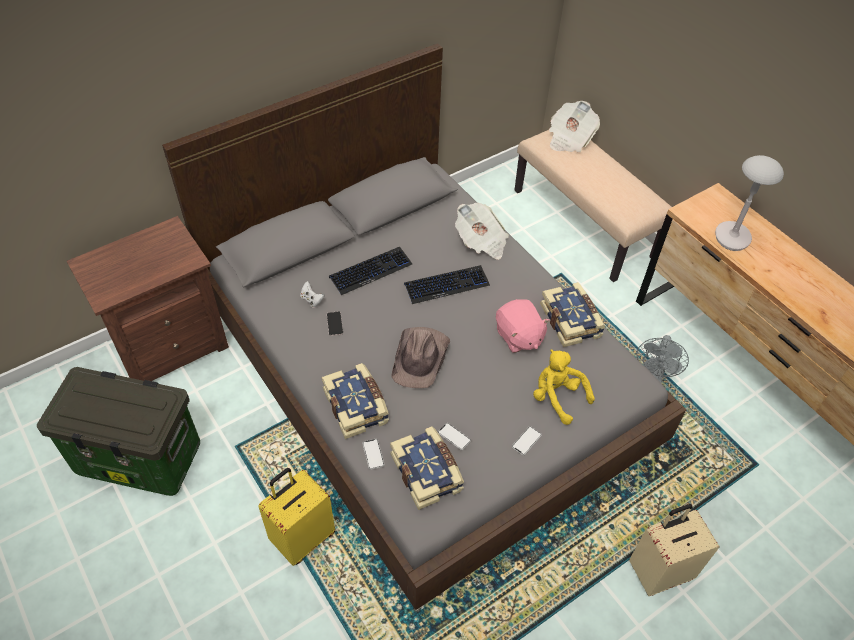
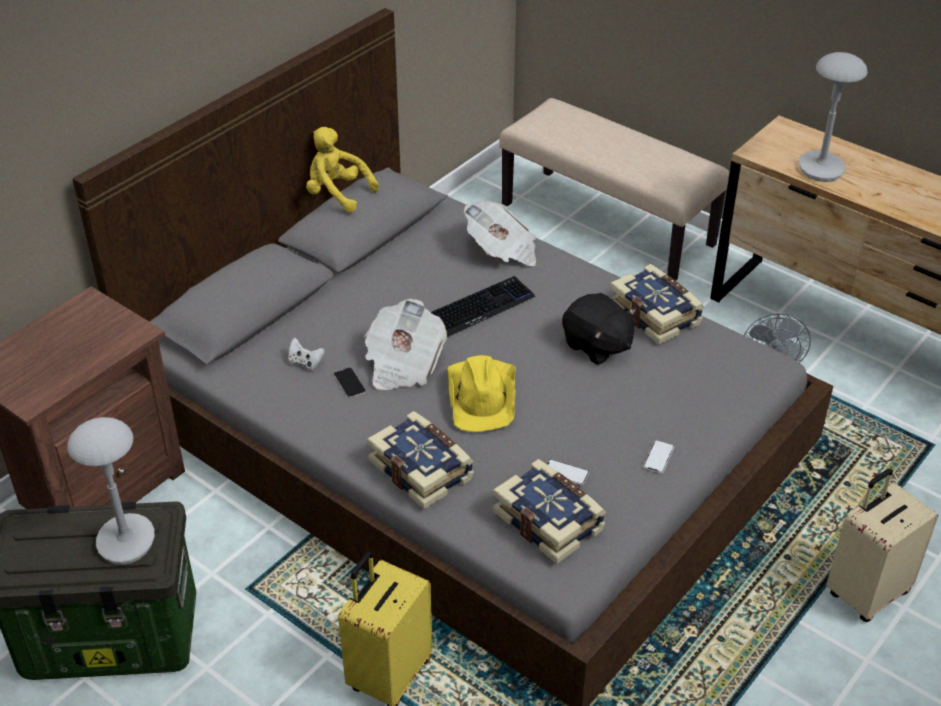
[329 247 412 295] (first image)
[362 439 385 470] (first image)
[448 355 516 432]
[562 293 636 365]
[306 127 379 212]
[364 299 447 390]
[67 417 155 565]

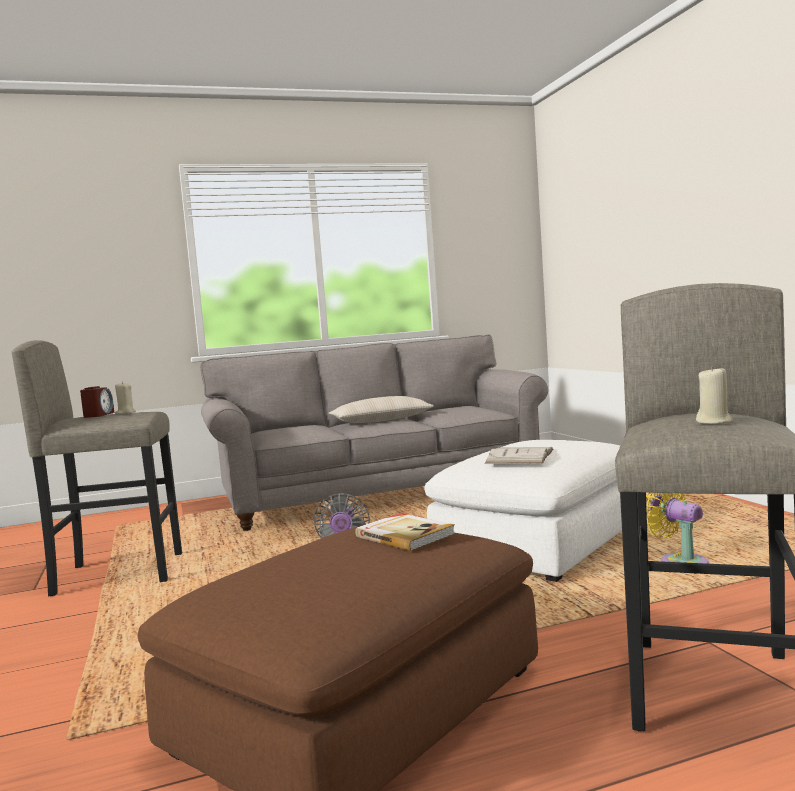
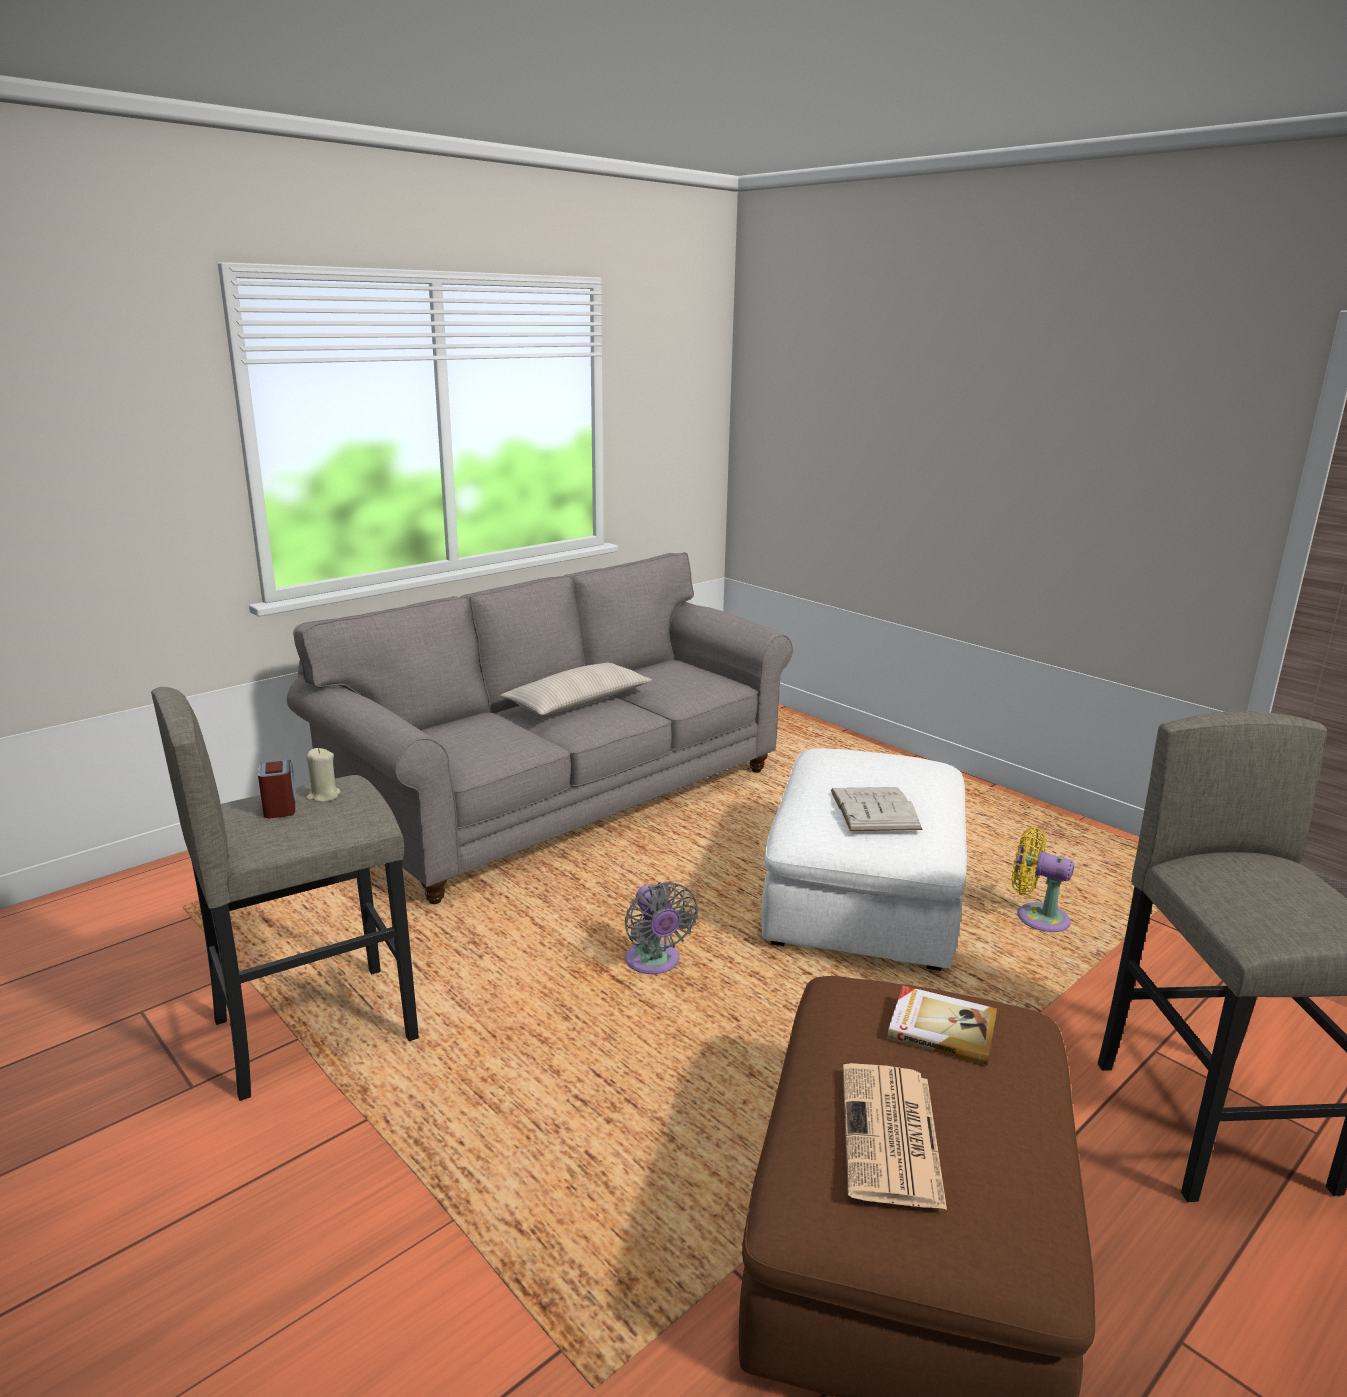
[696 366 733 424] (first image)
[843 1063 947 1210]

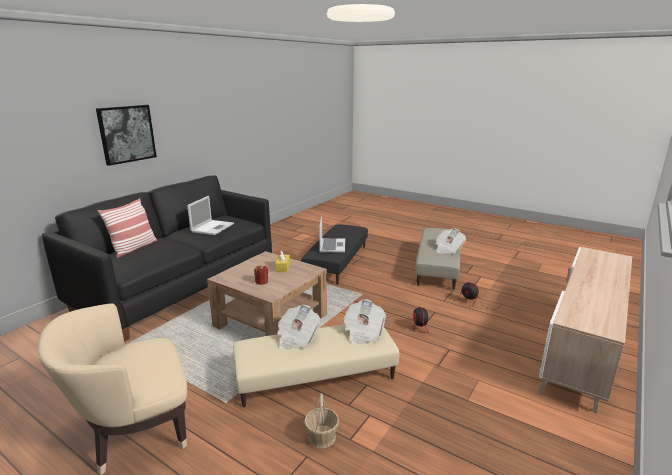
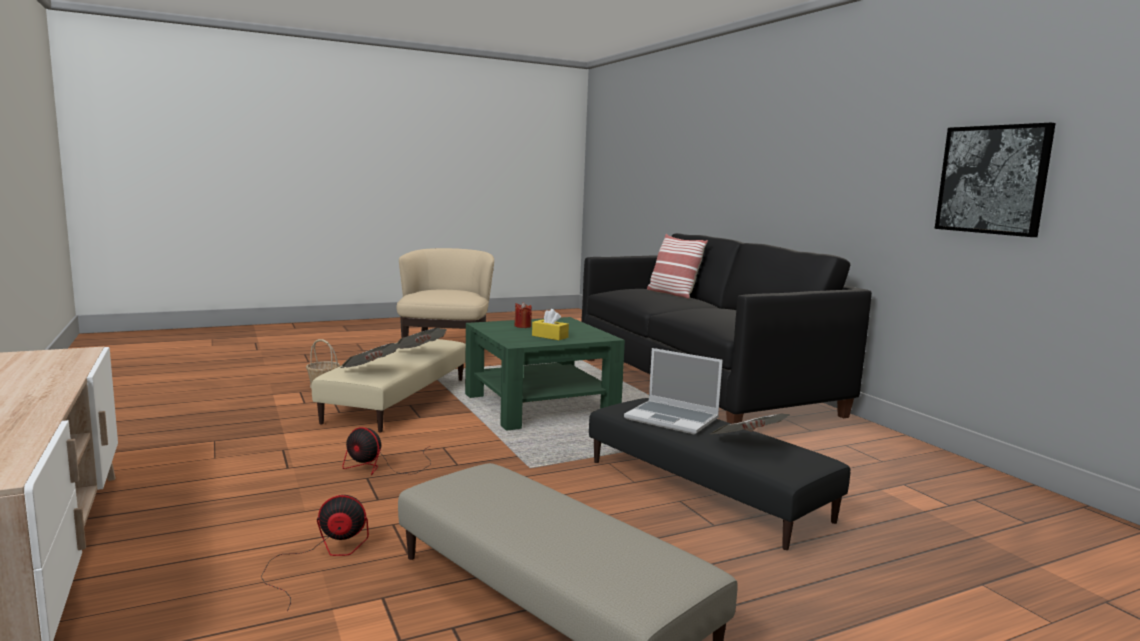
[935 123 1056 237]
[187 196 234 235] (first image)
[465 317 625 431]
[710 413 790 434]

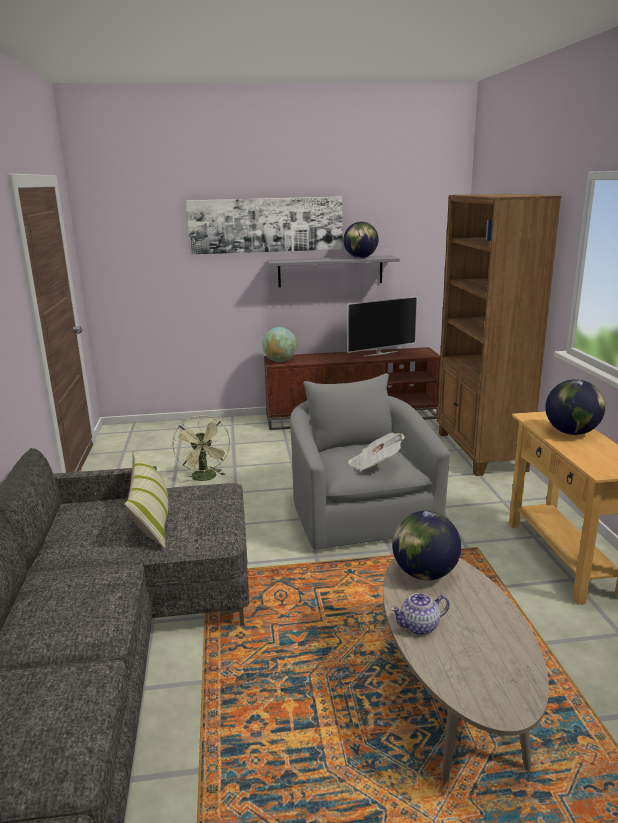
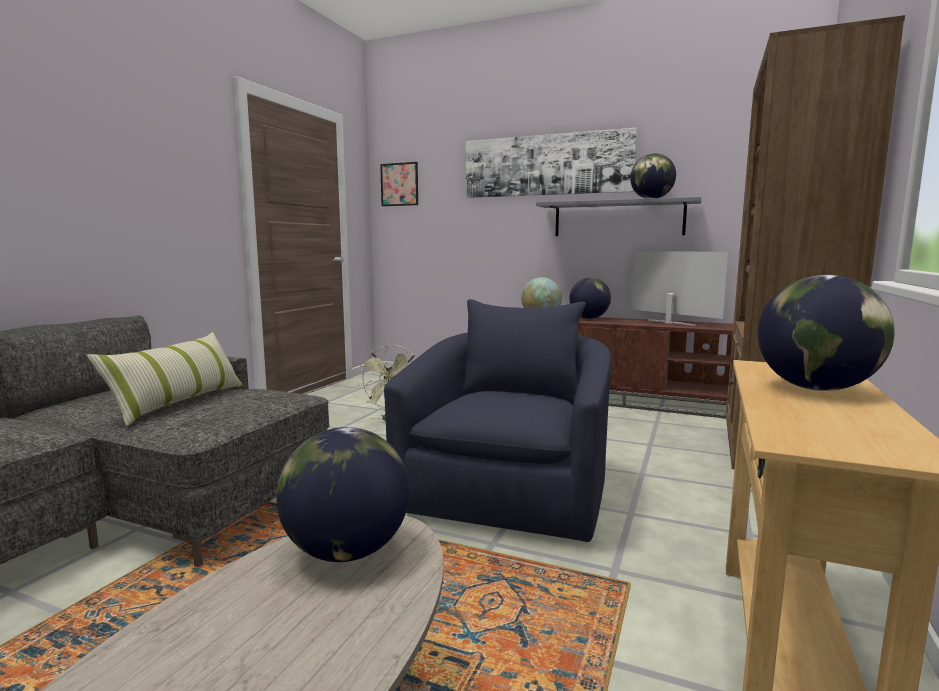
[384 299 612 542]
[630 251 729 326]
[348 433 405 471] (first image)
[391 593 449 635] (first image)
[380 162 418 206]
[569 278 611 319]

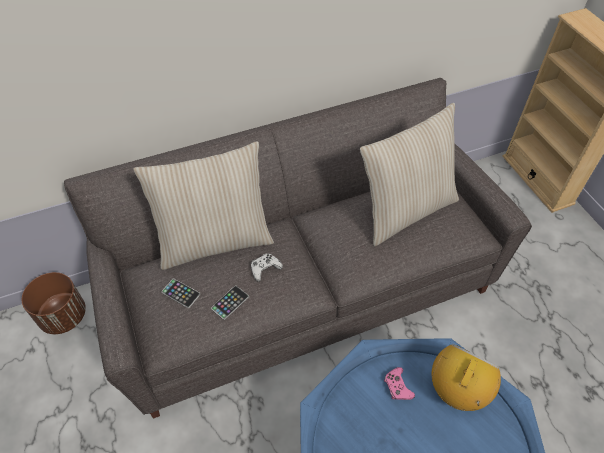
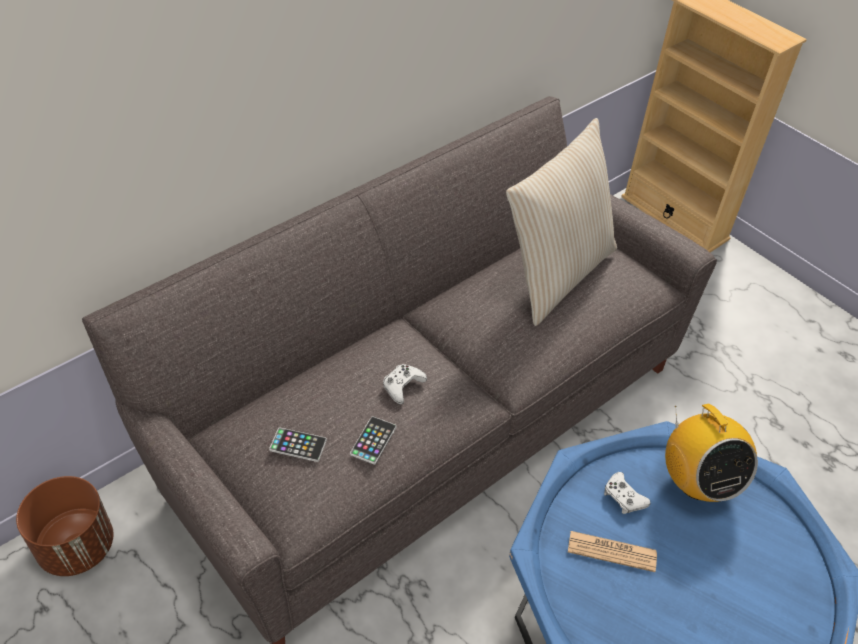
[133 141 274 270] (first image)
[604 472 651 514]
[665 404 758 502]
[568 531 657 572]

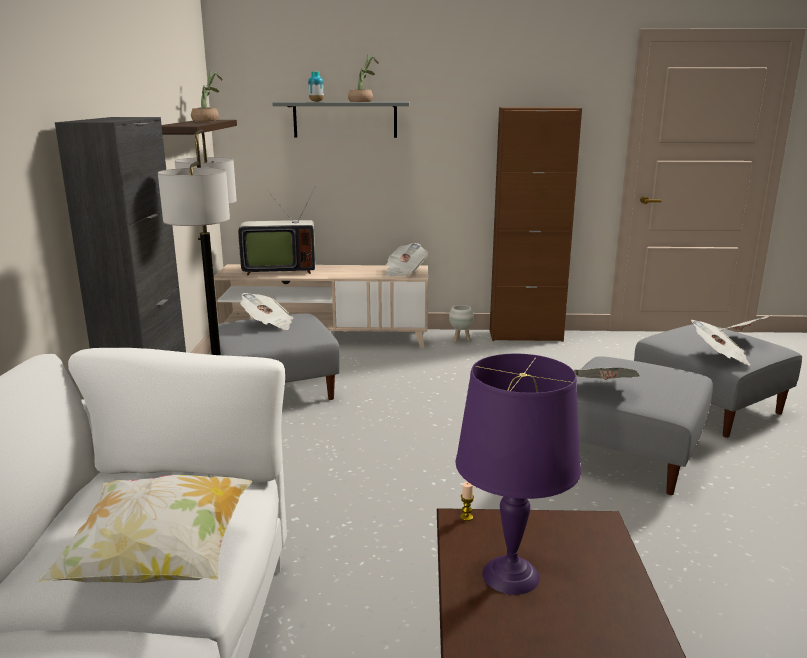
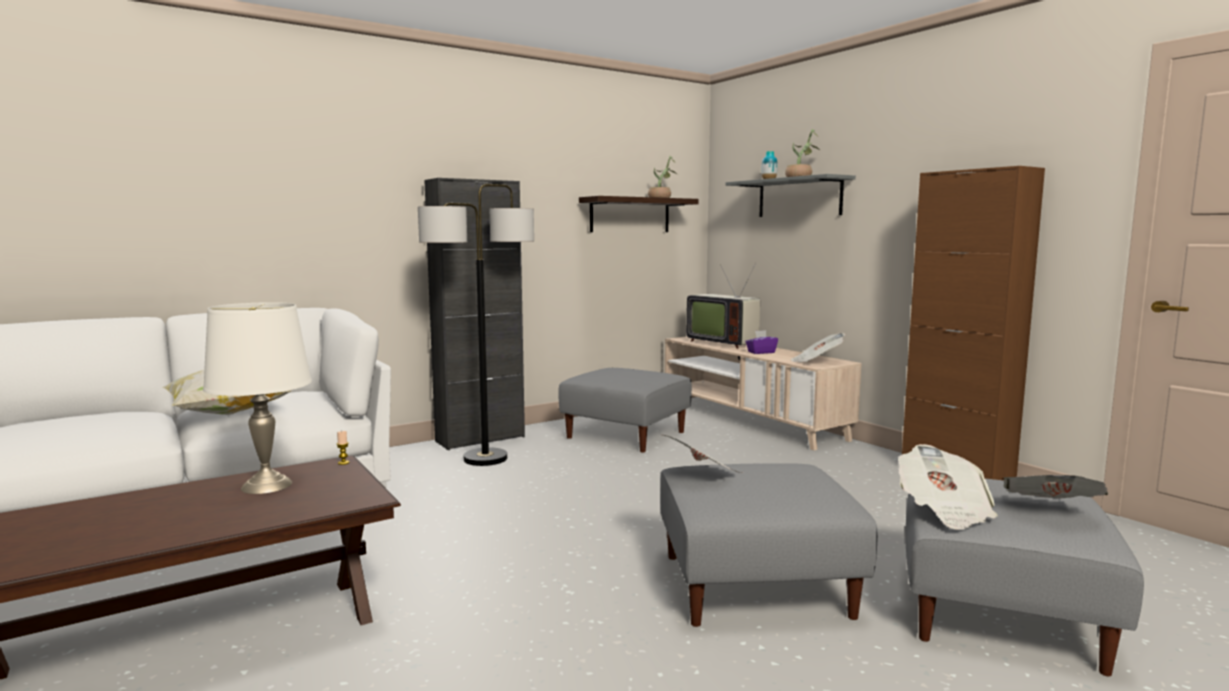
[240 293 293 330] (first image)
[449 305 474 342] (first image)
[203 302 312 494]
[745 330 778 354]

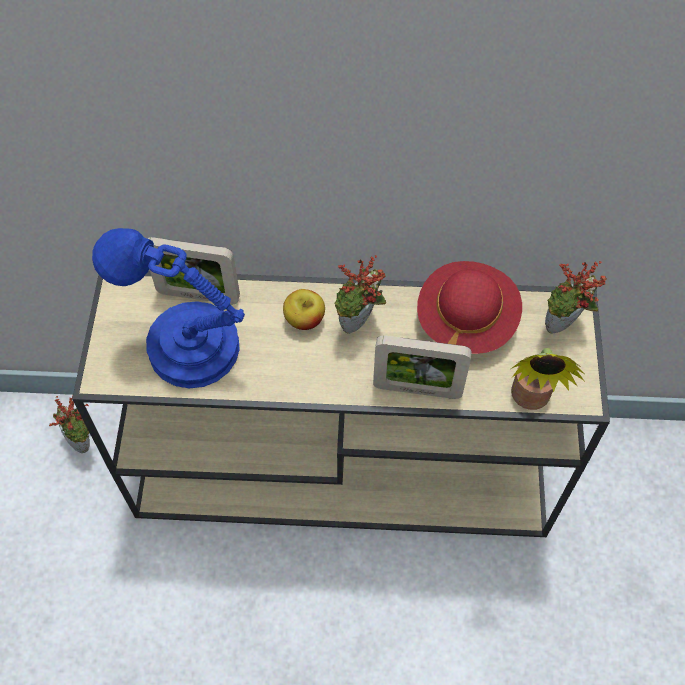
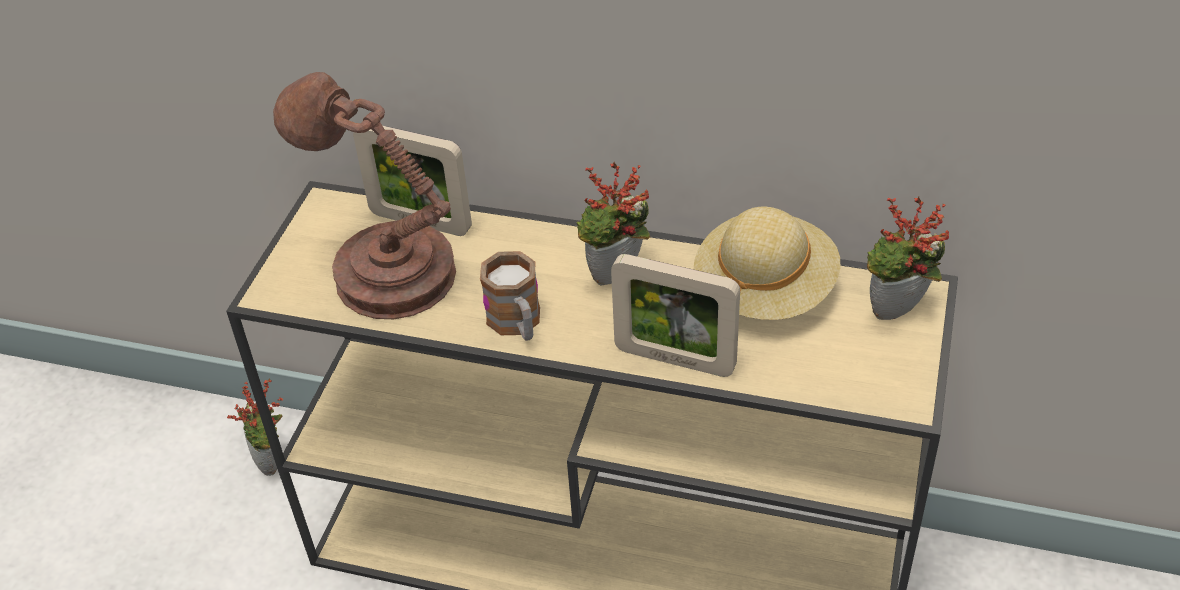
[273 72 456 319]
[283 289 325 330] (first image)
[694 207 840 320]
[511 348 584 410] (first image)
[480 251 540 341]

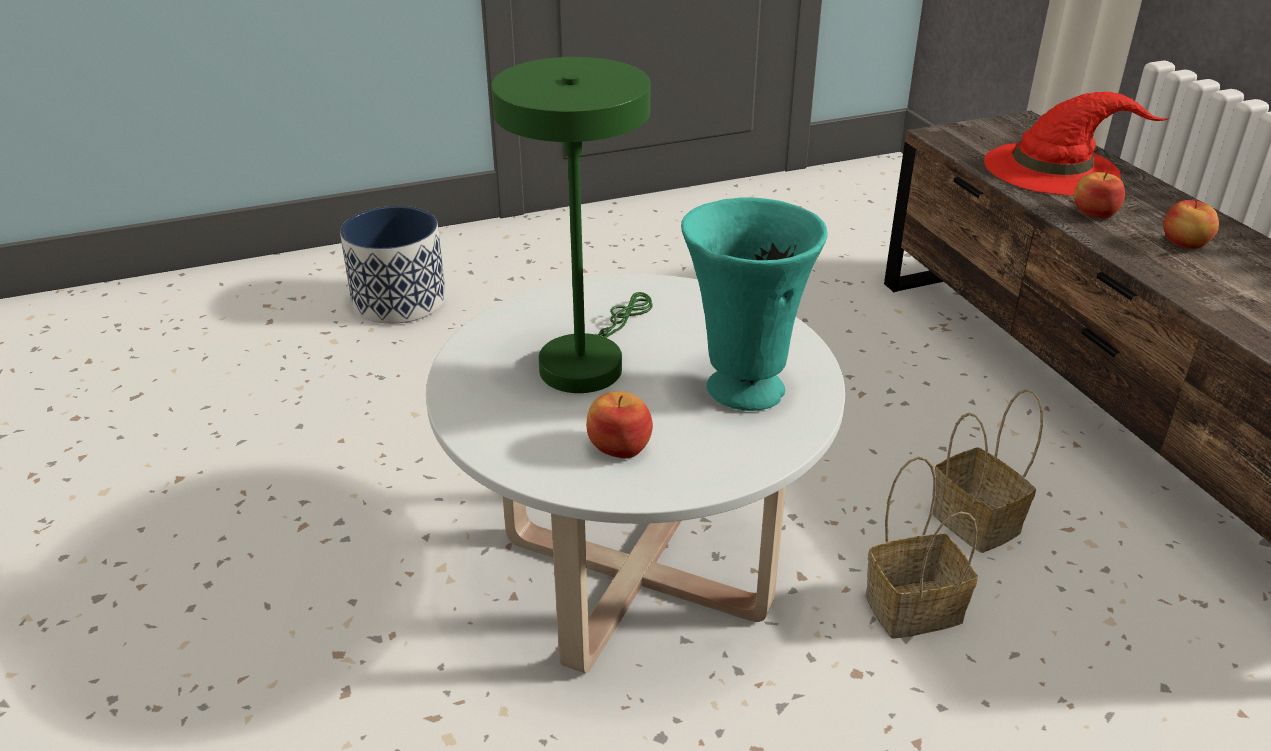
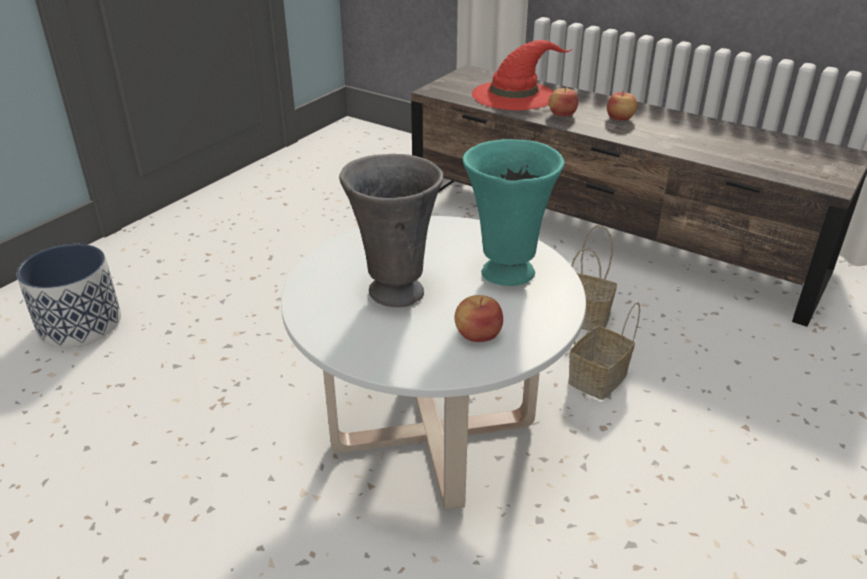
[339 154 443 307]

